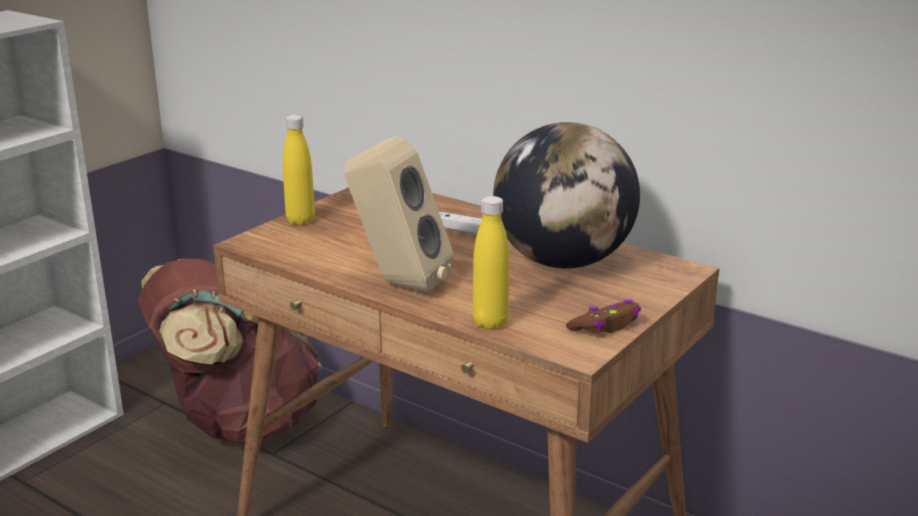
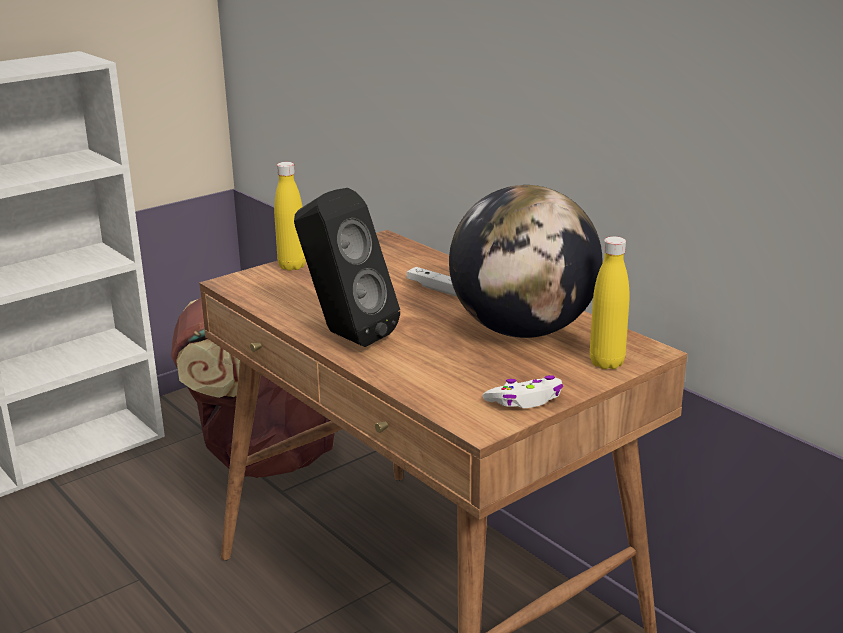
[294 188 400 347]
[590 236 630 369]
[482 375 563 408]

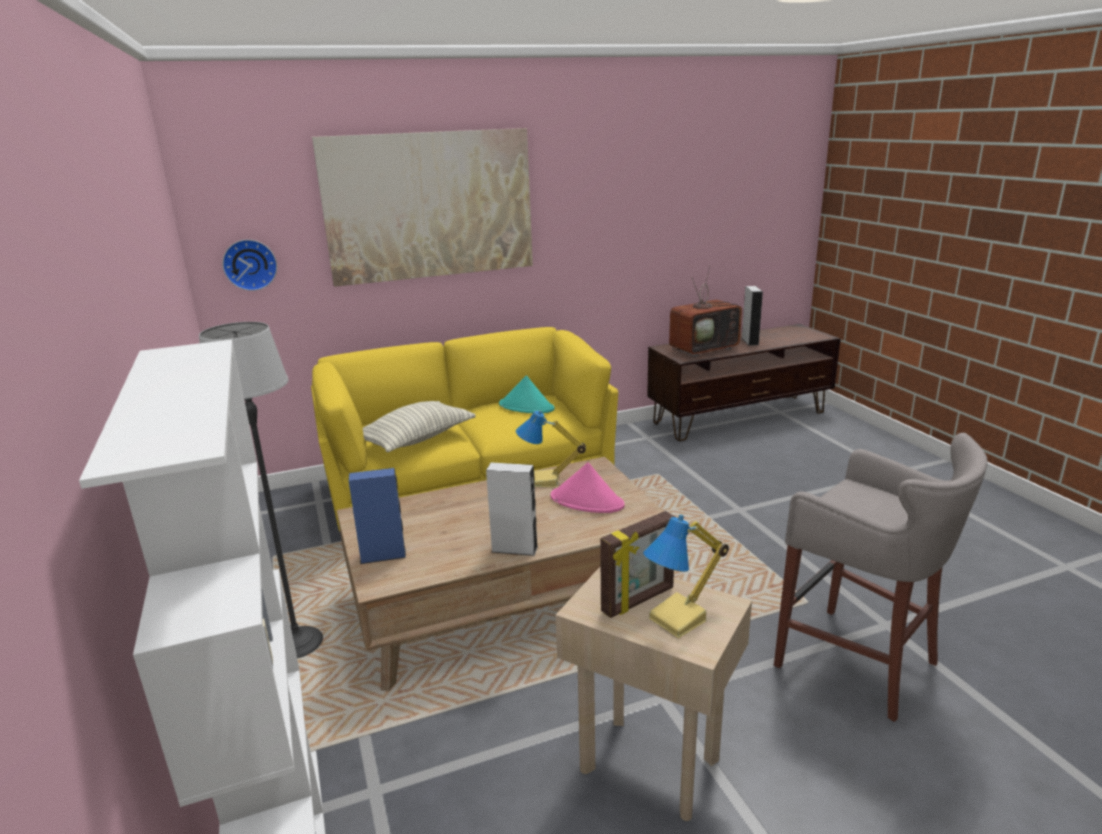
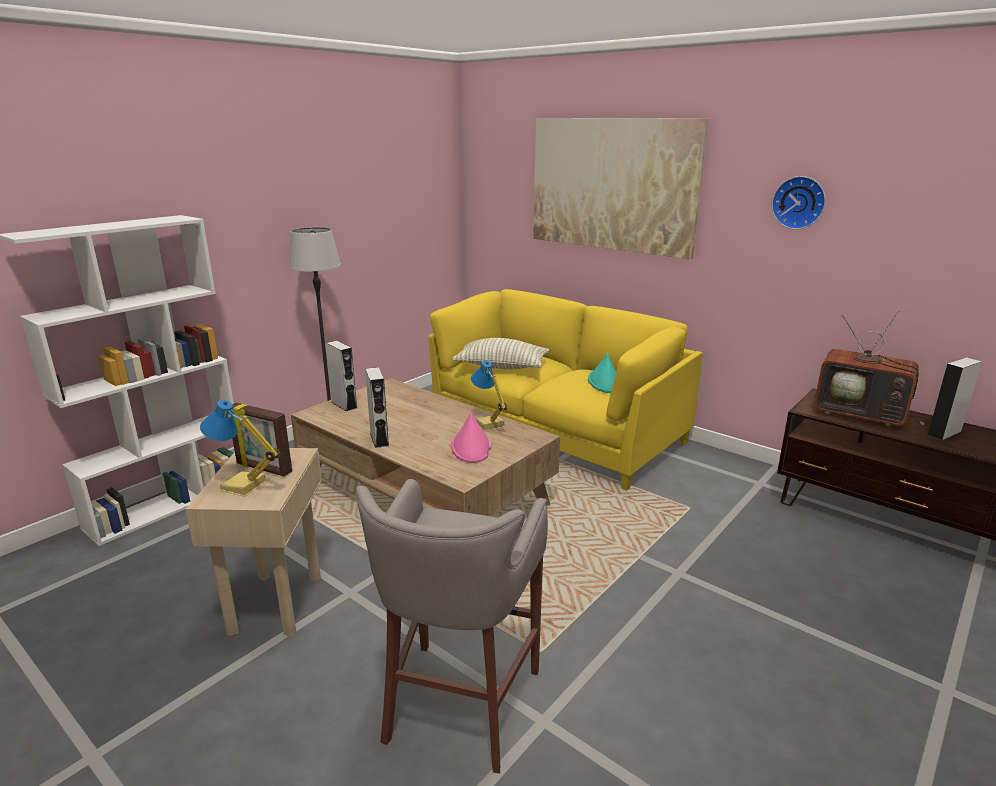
[772 176 826 229]
[326 341 357 412]

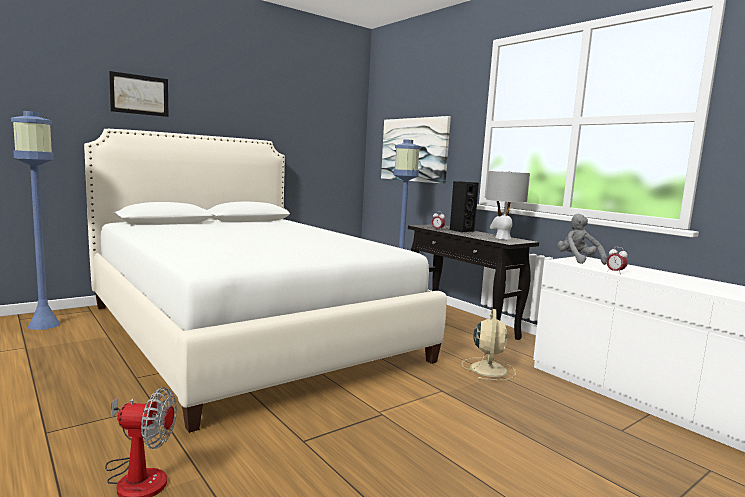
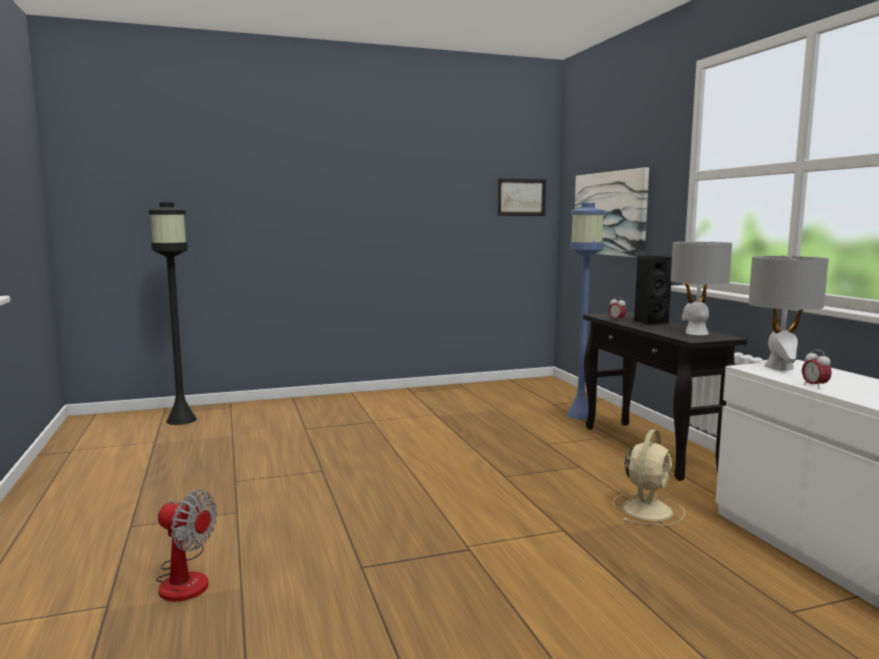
[148 202 197 425]
[84 129 447 433] (first image)
[497 178 546 216]
[748 256 829 371]

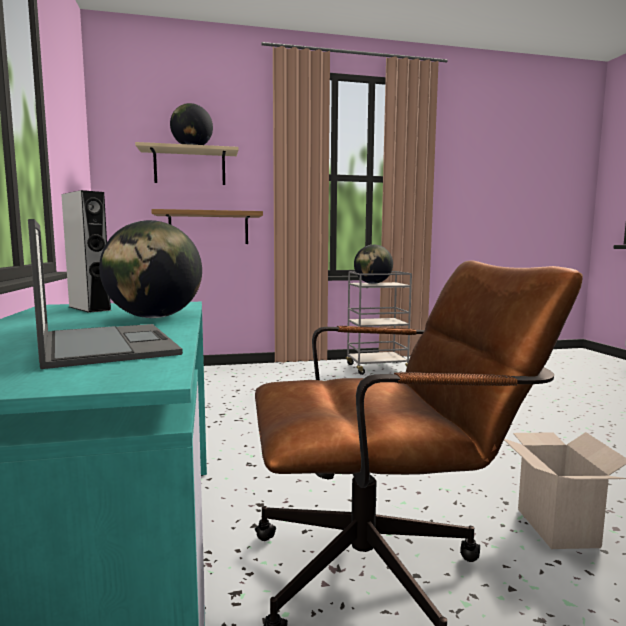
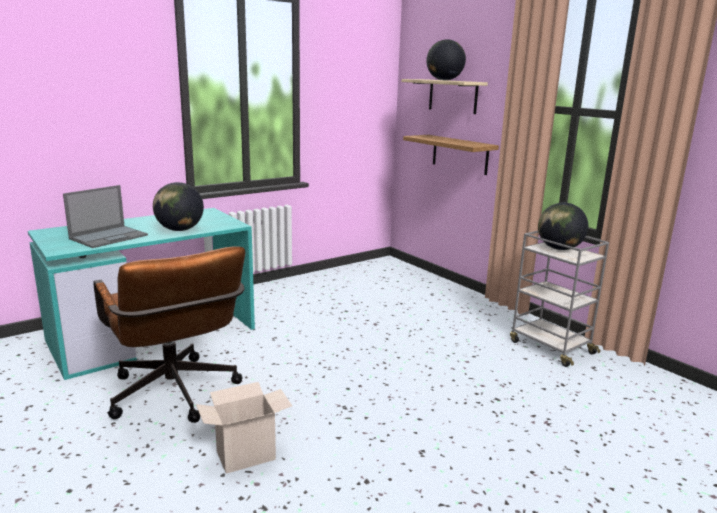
[61 190 112 313] (first image)

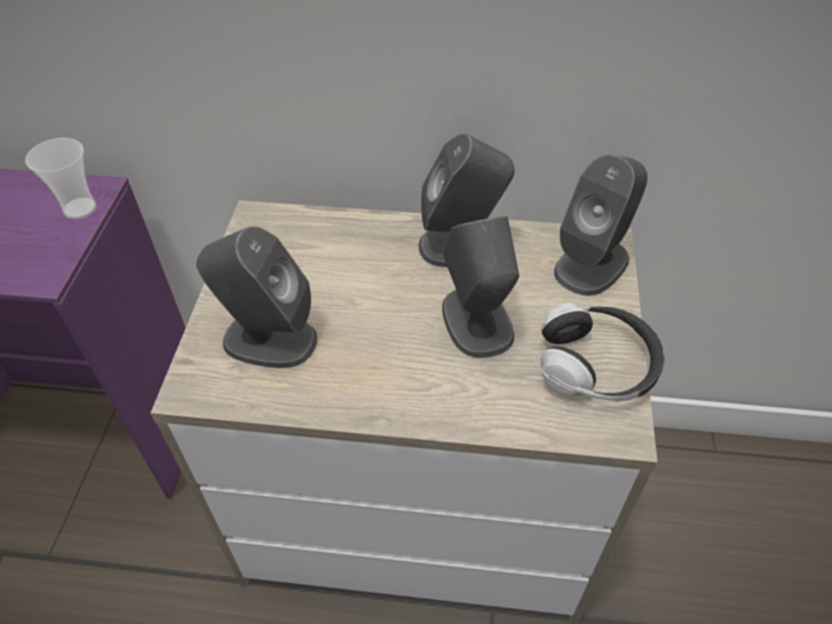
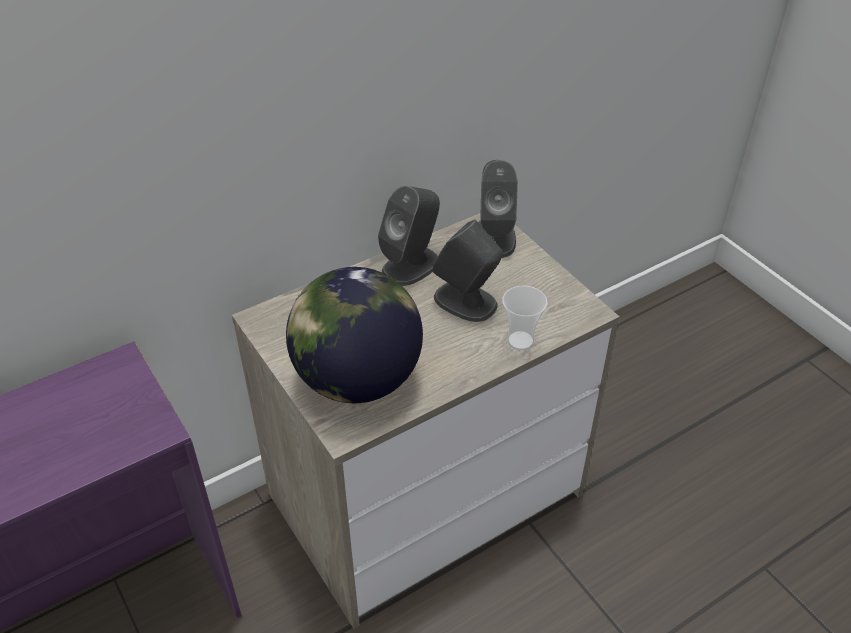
[502 286 547 351]
[286 267 423 403]
[541 303 665 401] (first image)

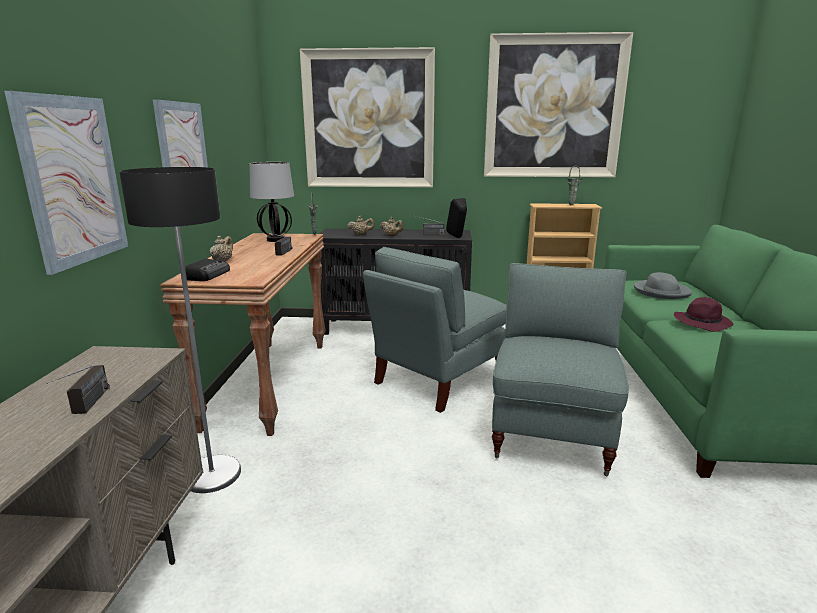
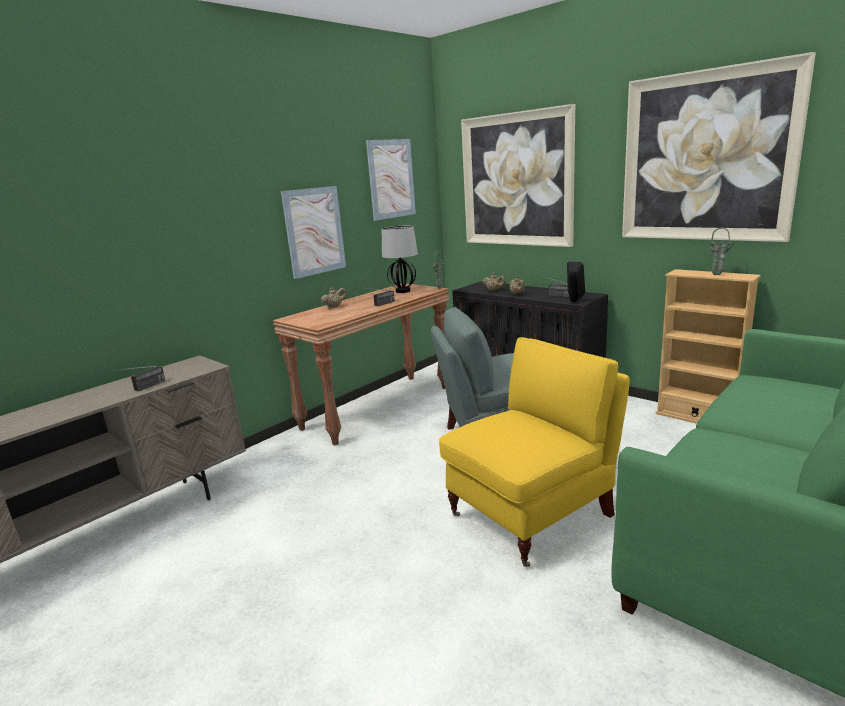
[366 139 416 221]
[119 167 241 493] (first image)
[185 258 230 281] (first image)
[439 337 630 567]
[634 272 692 299] (first image)
[674 297 733 332] (first image)

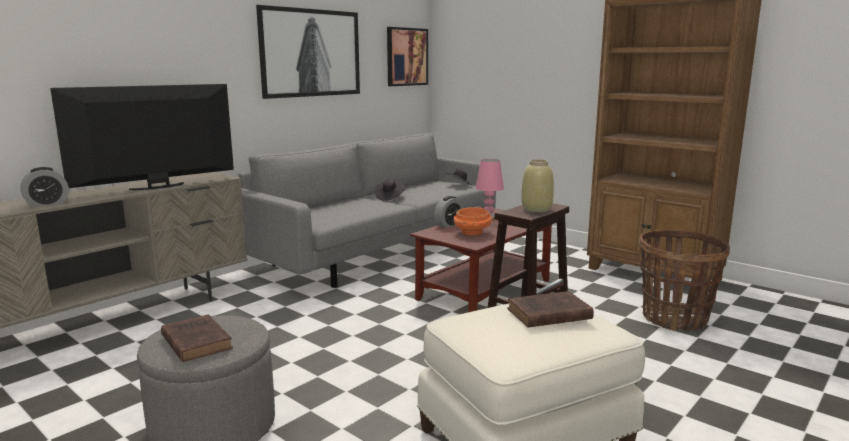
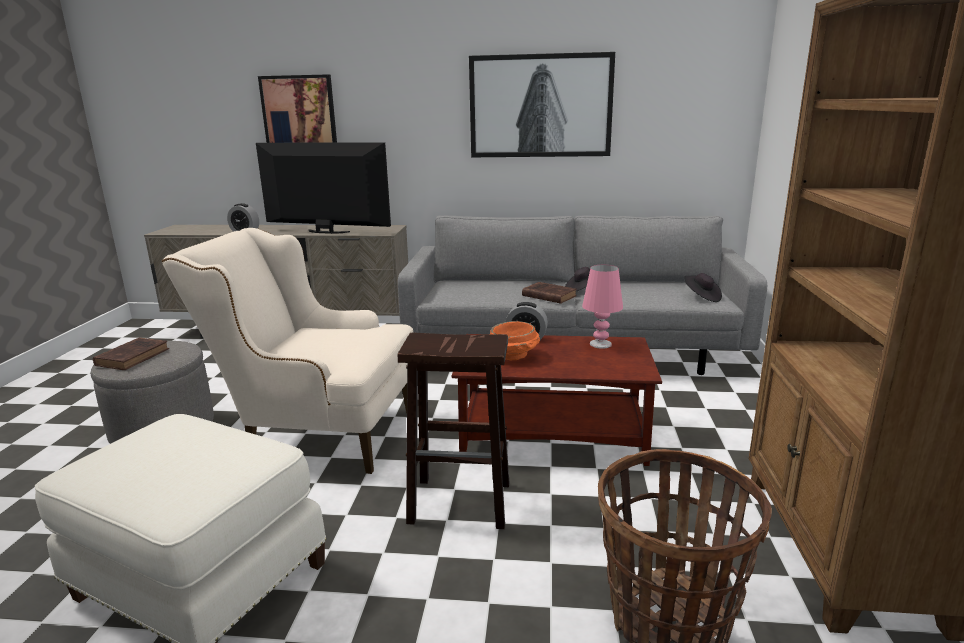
[258 74 337 143]
[522 282 577 304]
[521 159 554 212] (first image)
[162 228 413 474]

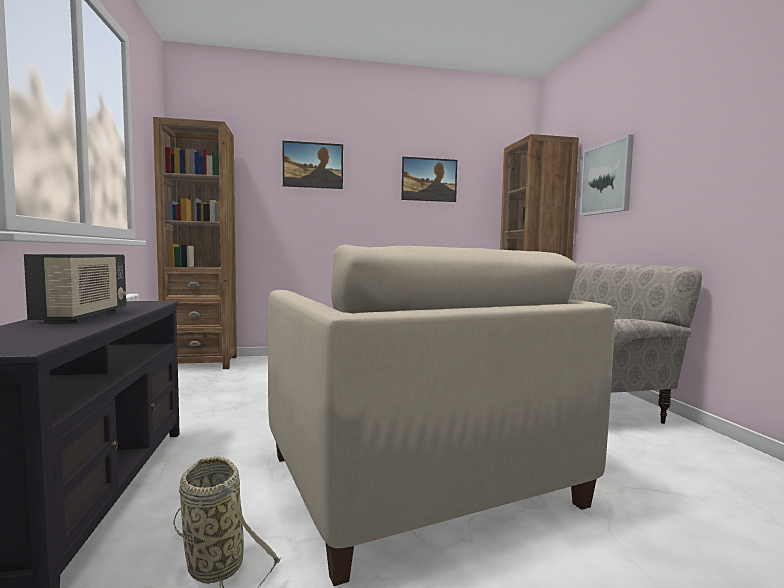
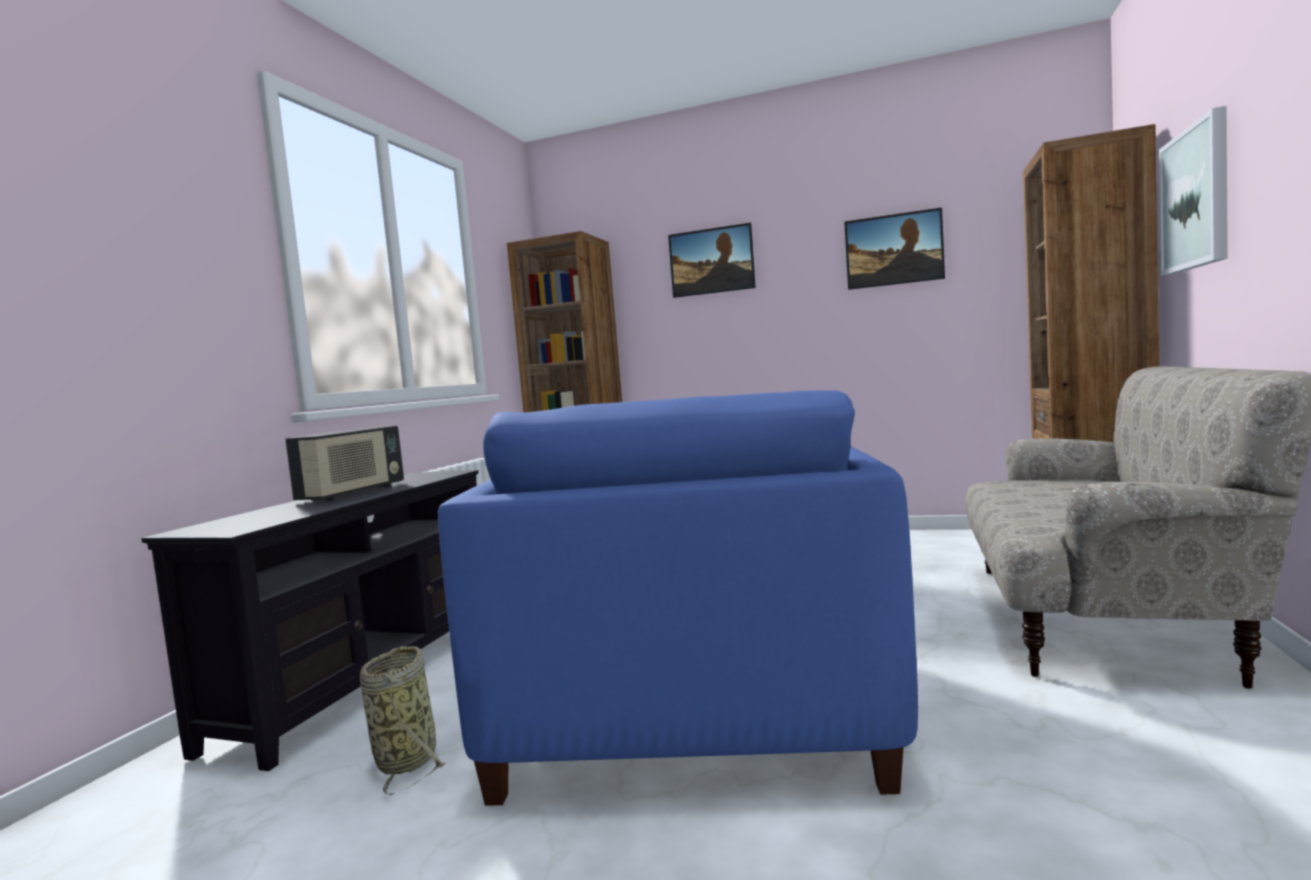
[438 390 918 806]

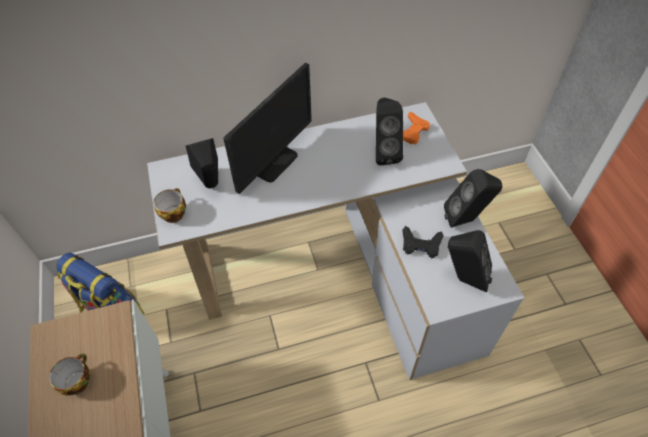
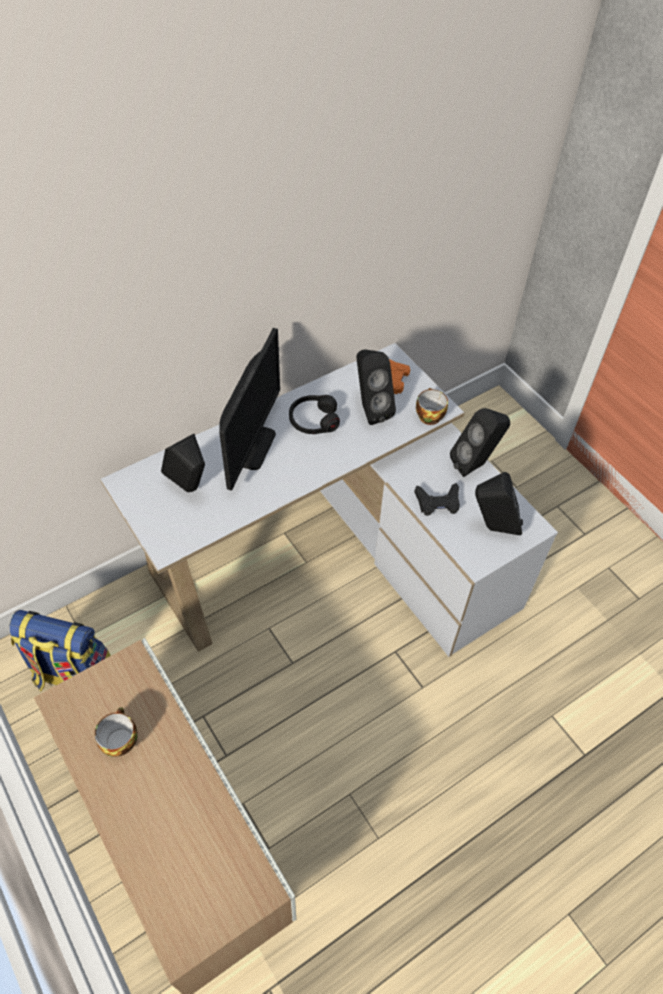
[416 388 448 425]
[289 395 340 434]

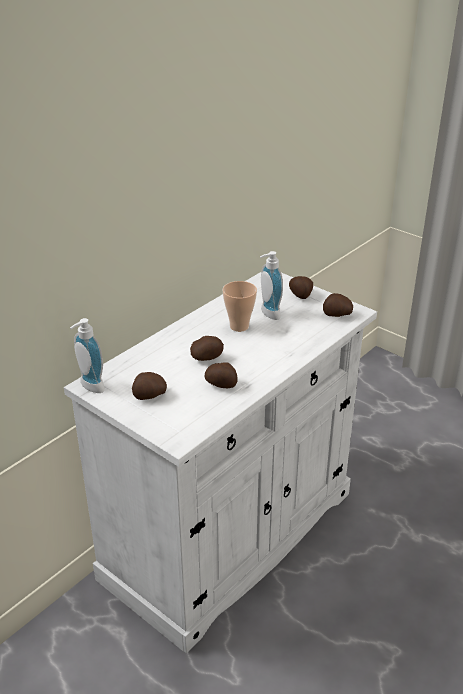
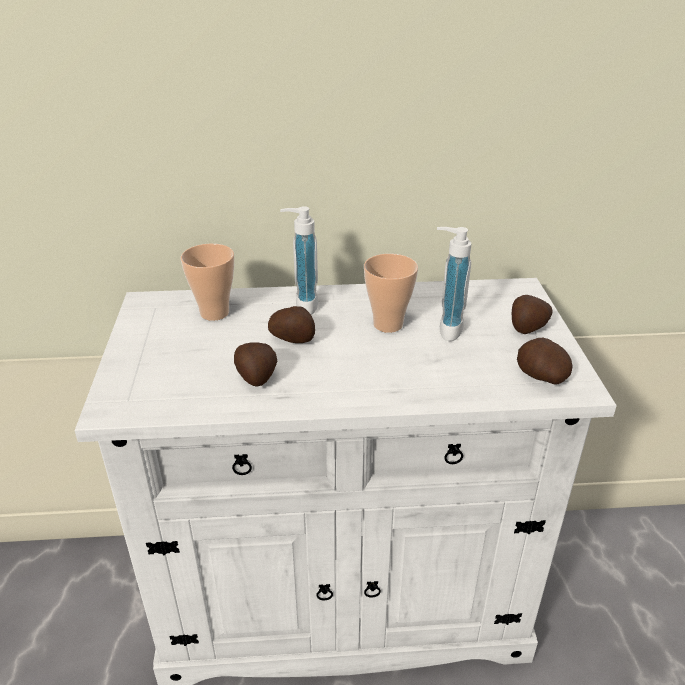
[280 206 318 315]
[132 372 167 400] (first image)
[181 243 234 321]

